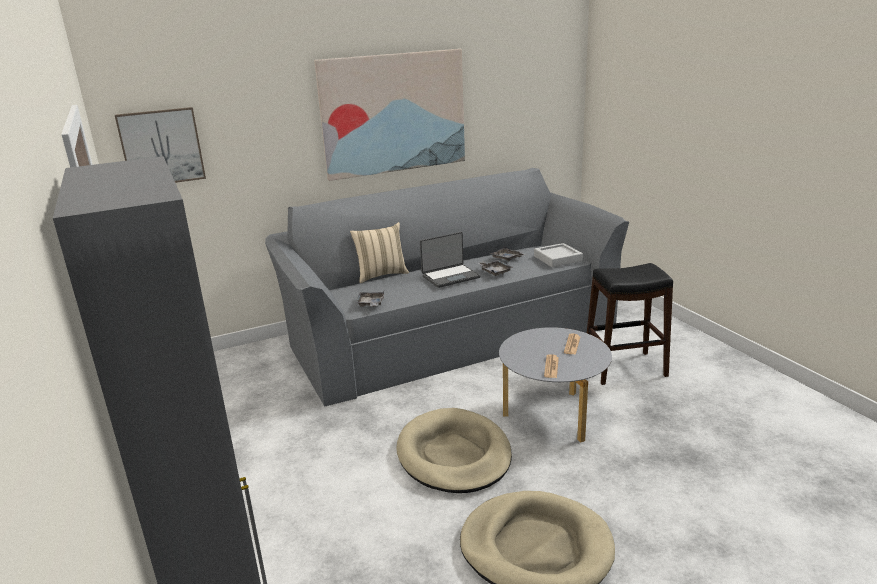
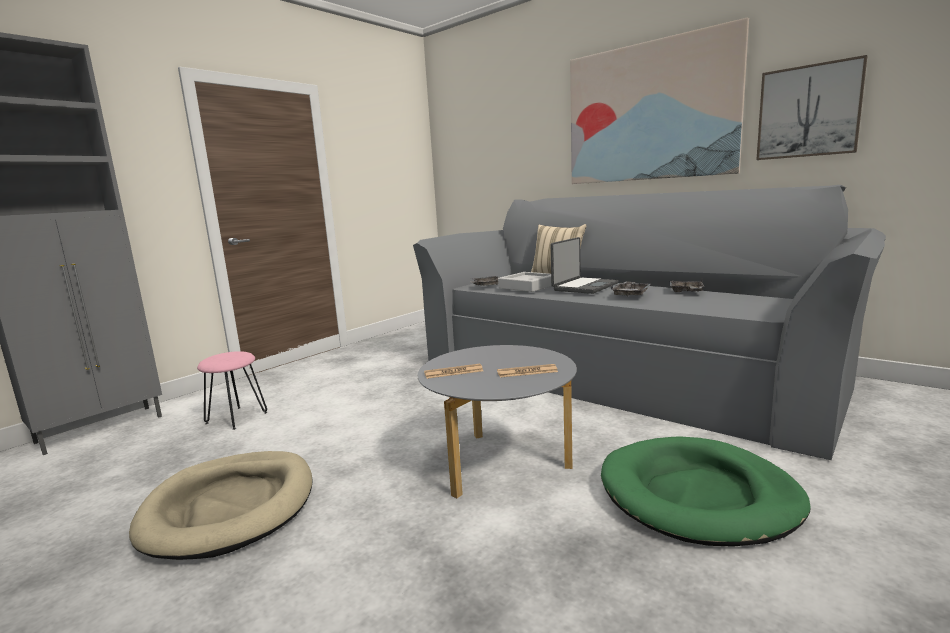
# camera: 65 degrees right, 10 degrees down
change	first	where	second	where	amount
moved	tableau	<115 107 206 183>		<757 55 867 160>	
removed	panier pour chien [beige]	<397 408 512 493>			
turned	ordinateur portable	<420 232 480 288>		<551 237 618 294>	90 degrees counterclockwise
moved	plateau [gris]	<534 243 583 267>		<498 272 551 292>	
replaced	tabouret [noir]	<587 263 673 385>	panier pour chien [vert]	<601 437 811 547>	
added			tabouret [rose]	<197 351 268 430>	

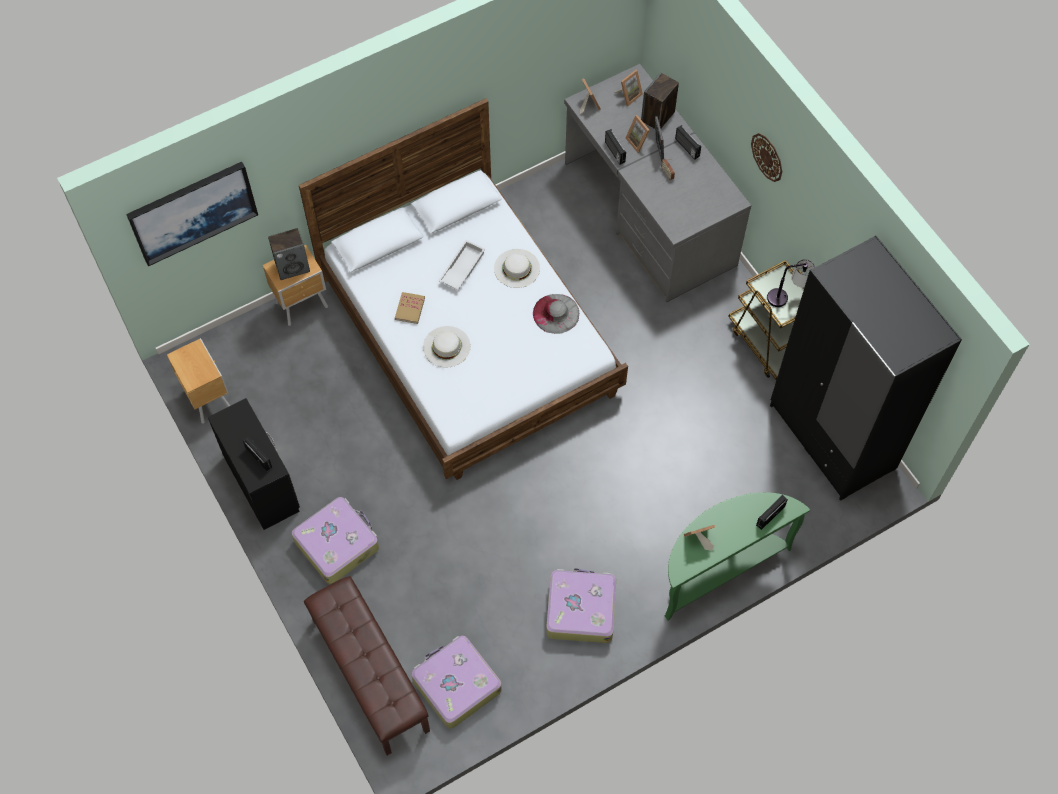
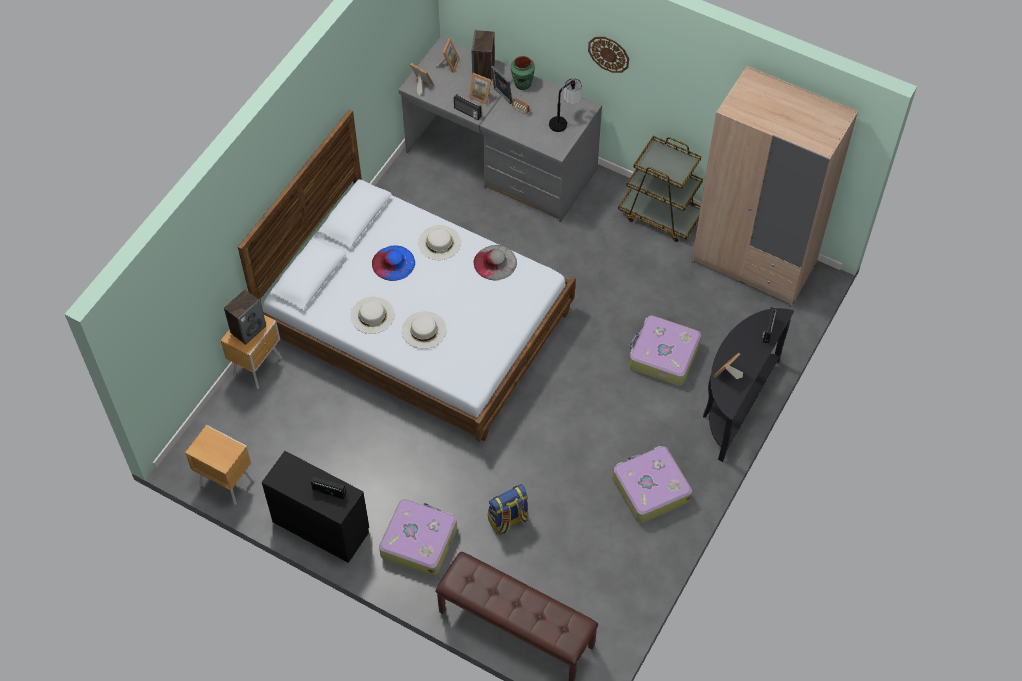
# camera: 30 degrees left, 5 degrees down
change	first	where	second	where	amount
removed	tableau	<126 162 258 266>			
replaced	livre	<395 292 425 324>	chapeau [blanc]	<350 297 395 334>	
moved	valise	<411 636 502 729>		<629 315 701 386>	
replaced	plateau [blanc]	<438 240 485 290>	chapeau [bleu]	<372 245 415 281>	
recoloured	table console [vert]	<665 492 810 620>	table console [noir]	<703 308 794 462>	
replaced	radio	<675 125 701 159>	vase [vert]	<511 56 535 90>	
moved	lampe de table	<767 259 815 307>		<549 78 583 132>	
recoloured	armoire [noir]	<770 235 962 501>	armoire [beige]	<692 66 858 307>	
added			sac à dos	<488 484 528 534>	

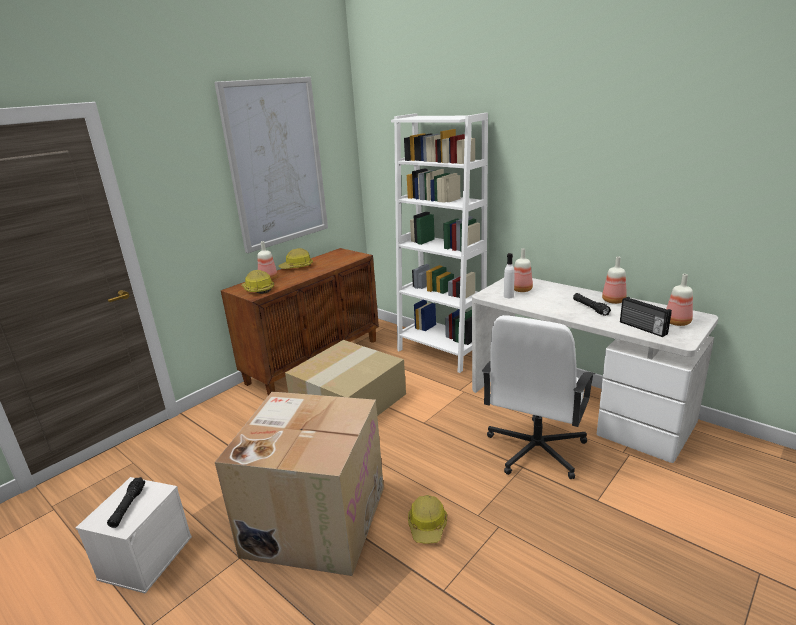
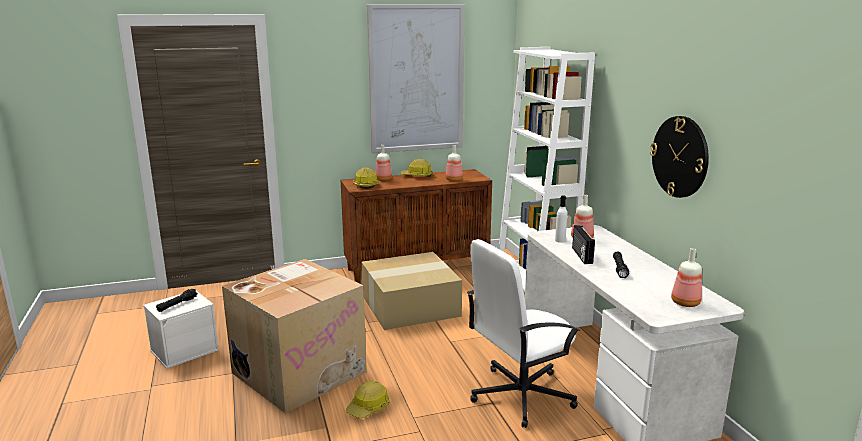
# camera: 30 degrees right, 5 degrees down
change	first	where	second	where	amount
moved	bouteille	<602 256 627 304>		<445 145 463 181>	
moved	radio	<620 297 672 337>		<572 225 595 264>	
added			horloge murale	<650 116 709 198>	

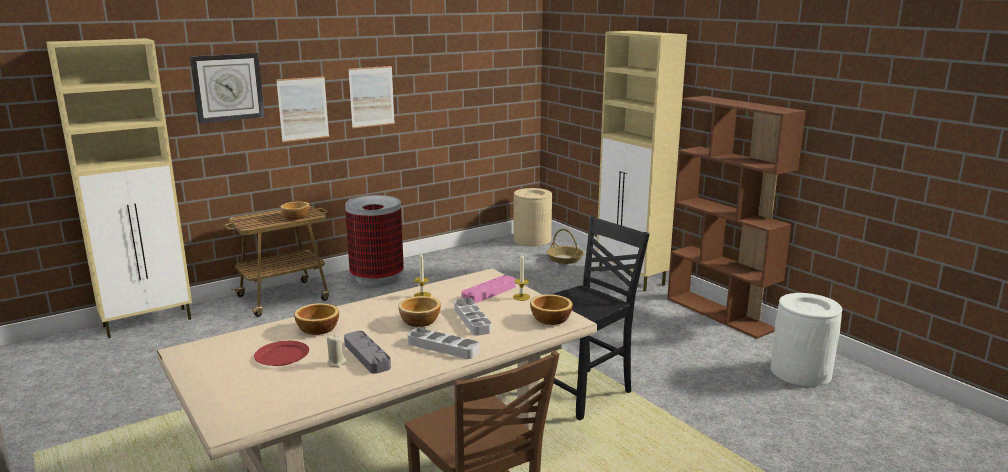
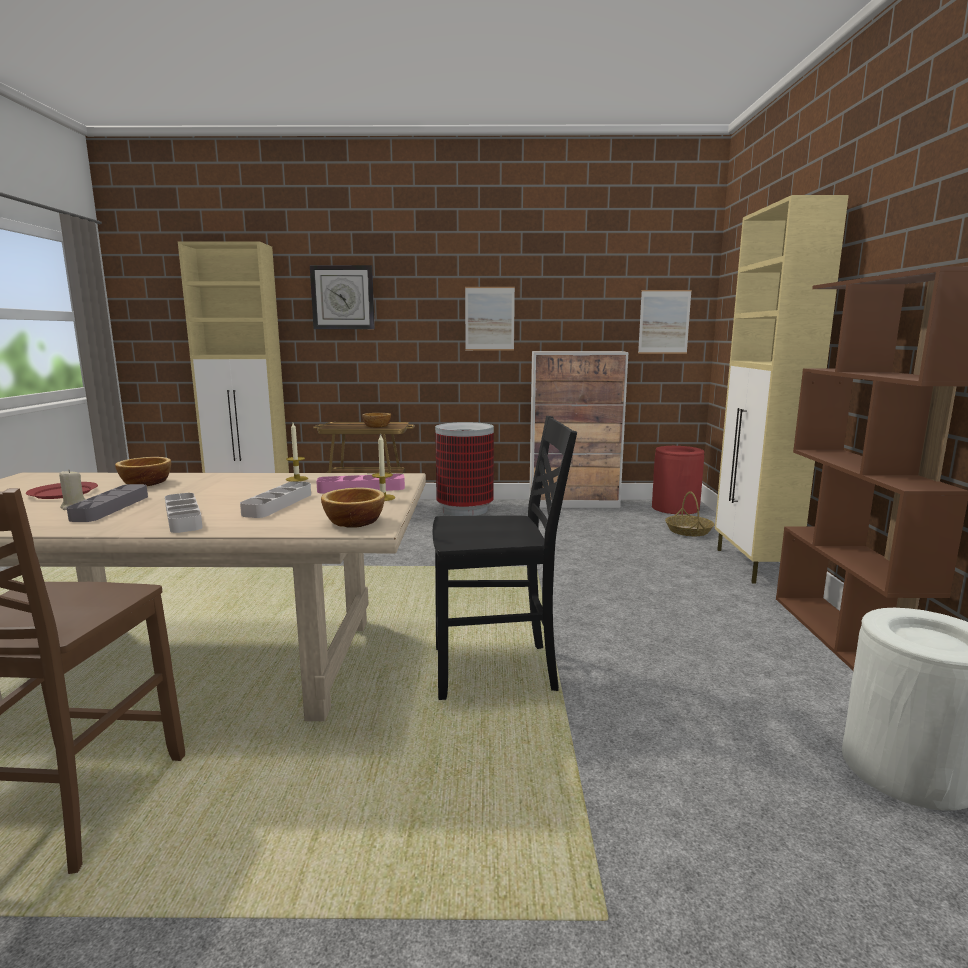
# camera: 35 degrees right, 5 degrees down
change	first	where	second	where	amount
moved	tableau	<276 76 329 142>		<638 290 692 354>	
removed	bol	<398 296 441 327>			
recoloured	poubelle [beige]	<513 188 552 246>	poubelle [rouge]	<652 446 704 515>	
added			meuble de rangement	<529 351 629 508>	

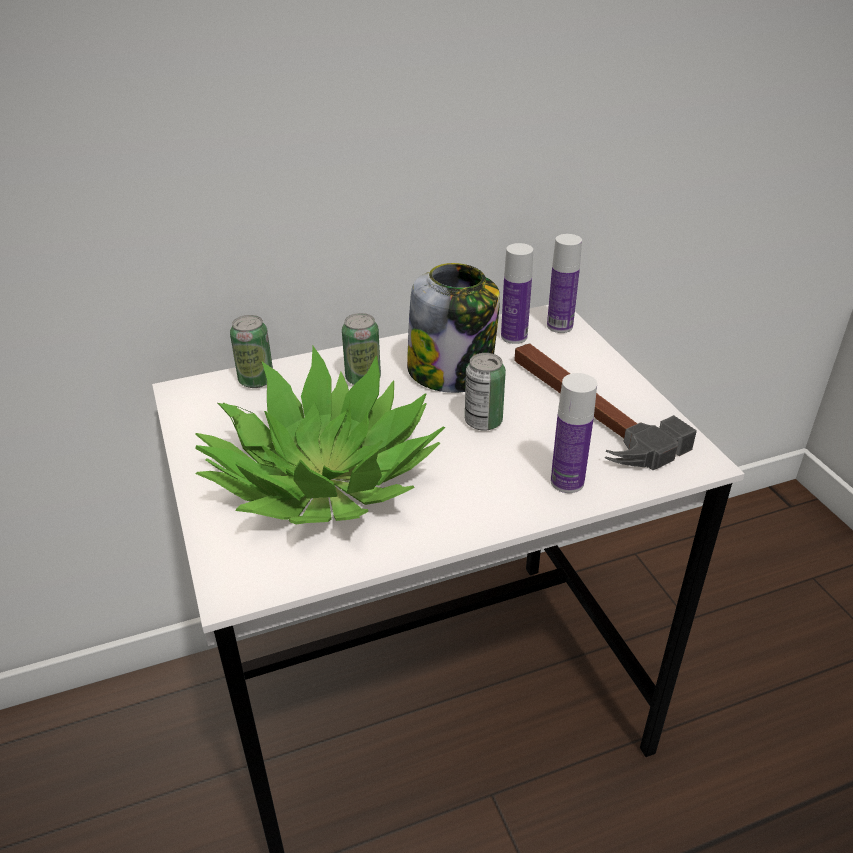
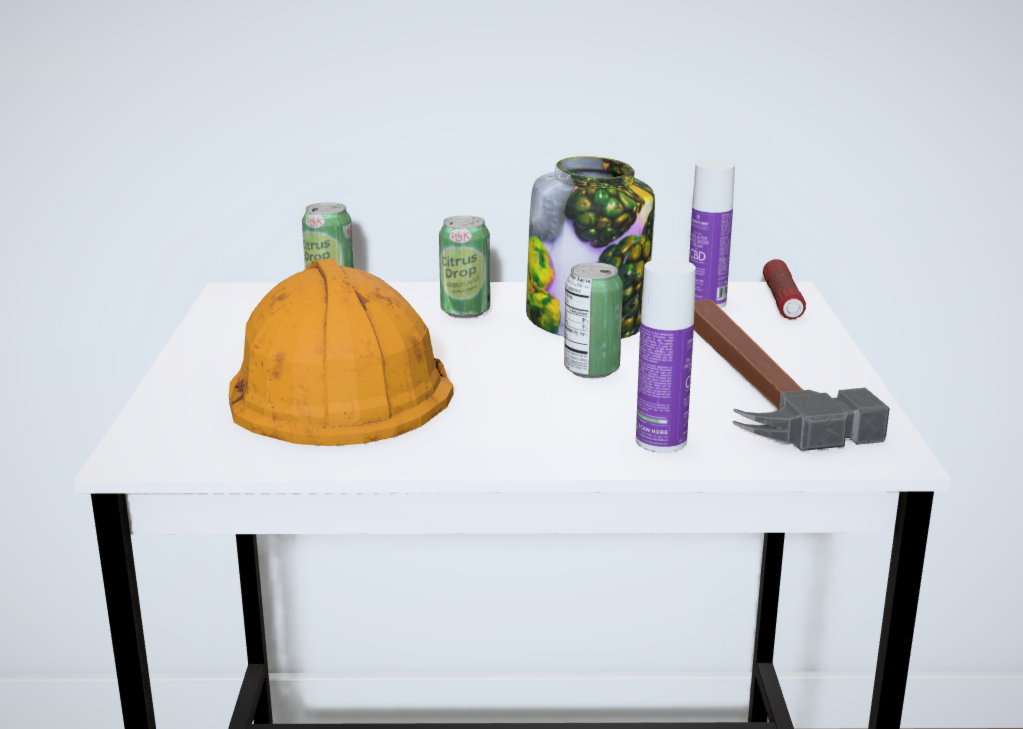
# camera: 20 degrees right, 15 degrees down
change	first	where	second	where	amount
replaced	plante en pot	<195 346 445 524>	casque de chantier [orange]	<229 259 454 446>	
replaced	bouteille	<547 234 582 333>	lampe de poche	<763 259 806 319>	

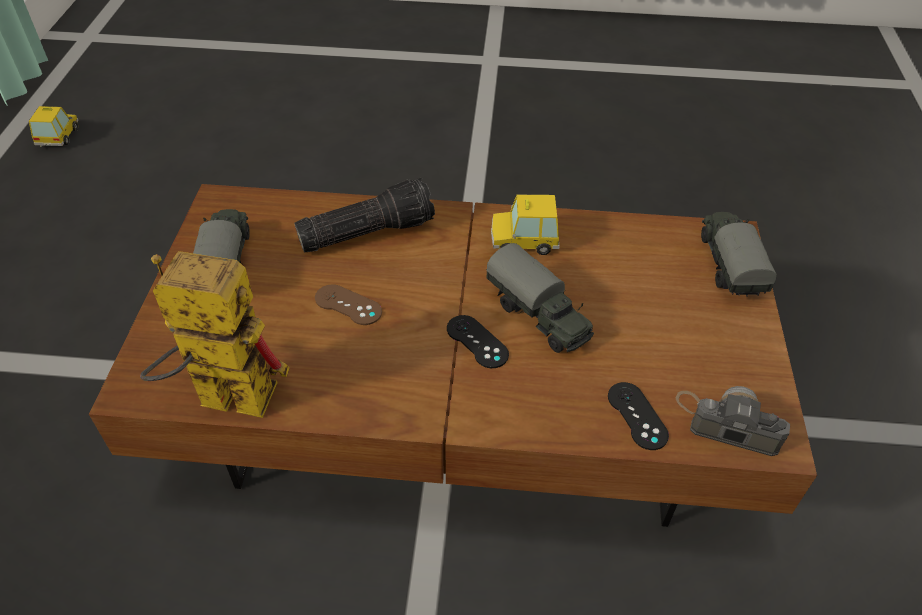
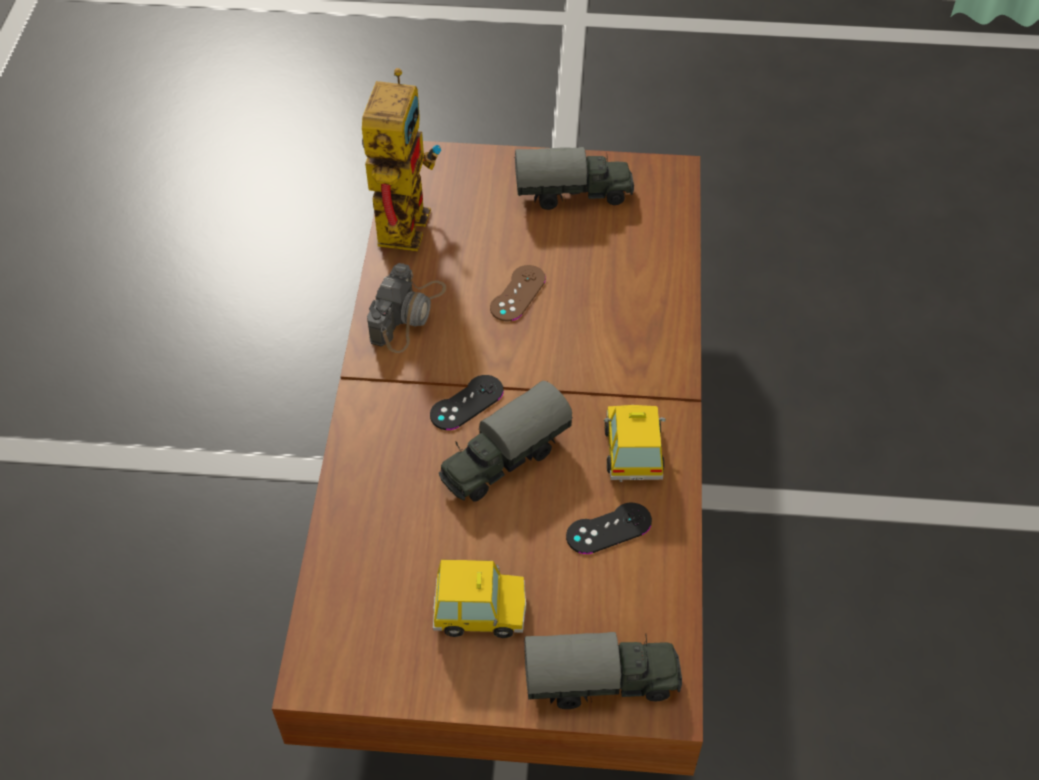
# camera: 90 degrees right, 5 degrees up
change	first	where	second	where	amount
moved	petite voiture	<29 106 78 147>		<433 560 526 638>	
removed	lampe de poche	<294 178 435 253>			
moved	manette [noir]	<608 382 669 450>		<566 503 652 554>	
moved	appareil photo	<676 386 790 456>		<367 263 446 353>	

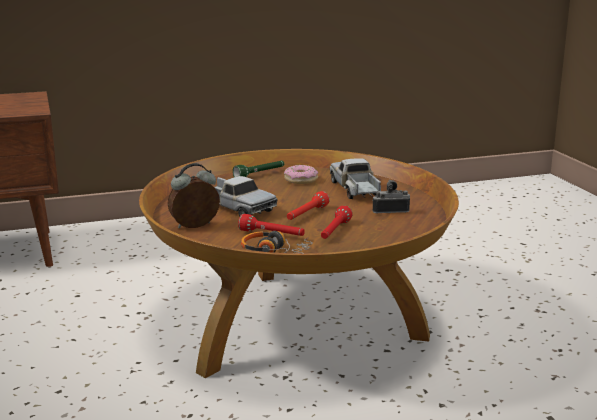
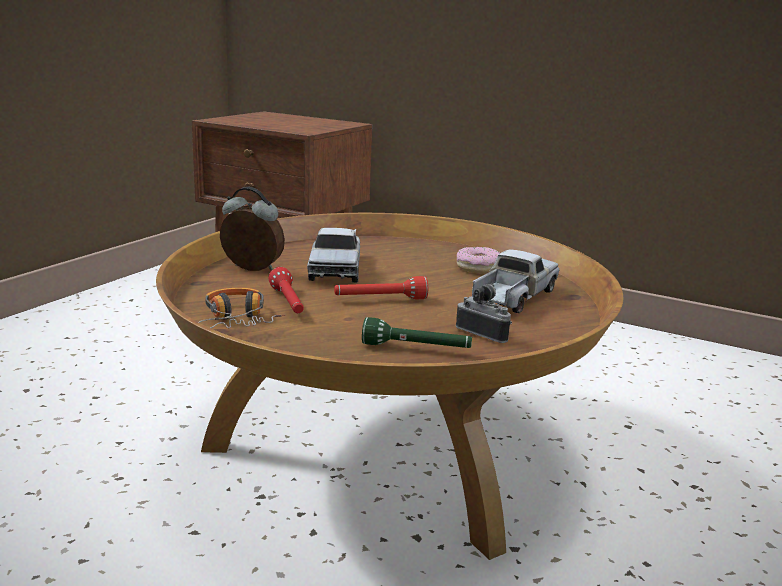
# camera: 45 degrees right, 0 degrees up
change	first	where	second	where	amount
moved	lampe de poche [vert]	<233 161 284 177>		<362 317 472 348>	
removed	lampe de poche [rouge]	<321 205 353 239>			

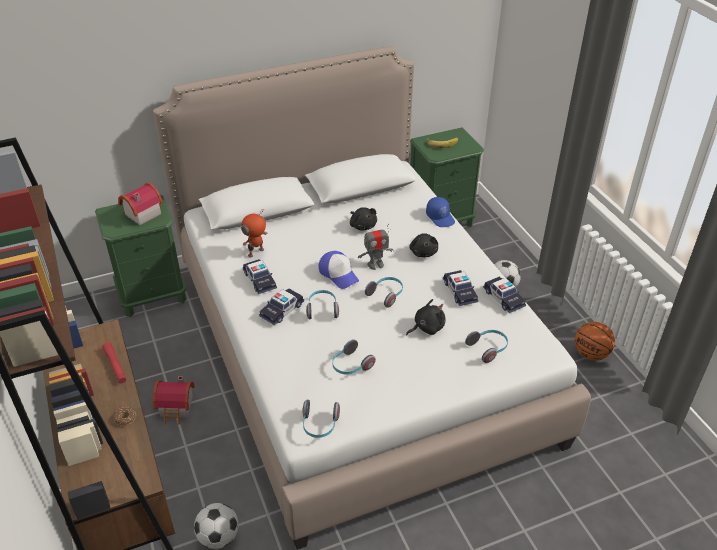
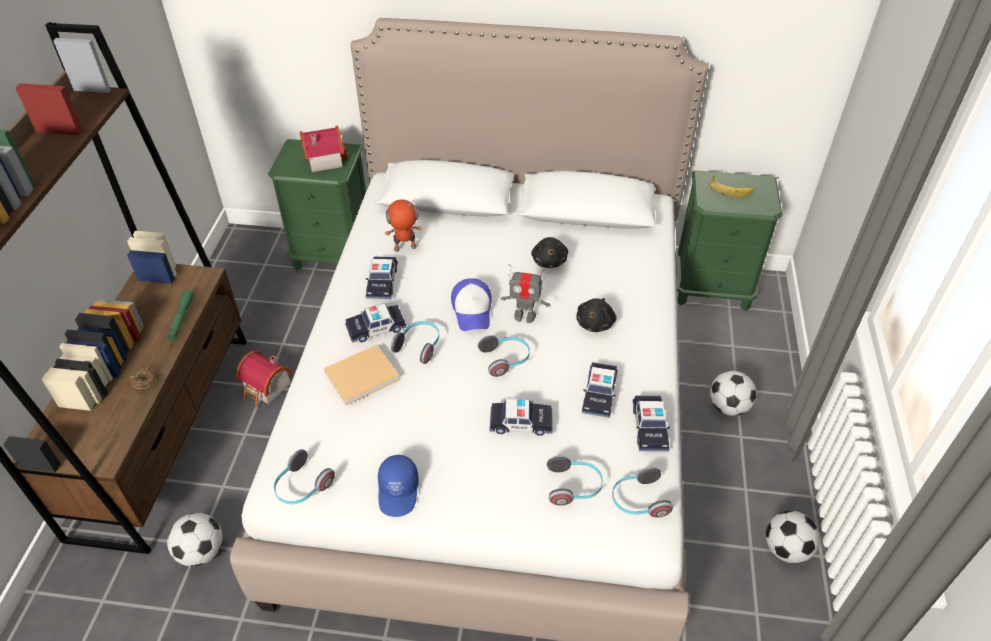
# camera: 30 degrees right, 5 degrees up
change	first	where	second	where	amount
recoloured	lampe de poche [rouge]	<102 342 126 383>	lampe de poche [vert]	<167 289 194 341>	
moved	casque audio	<332 339 376 375>		<612 467 673 518>	
replaced	peluche [noir]	<406 299 446 335>	petite voiture	<490 399 552 436>	
moved	casquette [bleu]	<426 197 455 227>		<378 455 419 517>	
replaced	ballon de basket	<575 322 615 361>	ballon de foot	<766 511 820 563>	
added			livre [beige]	<324 345 400 405>	

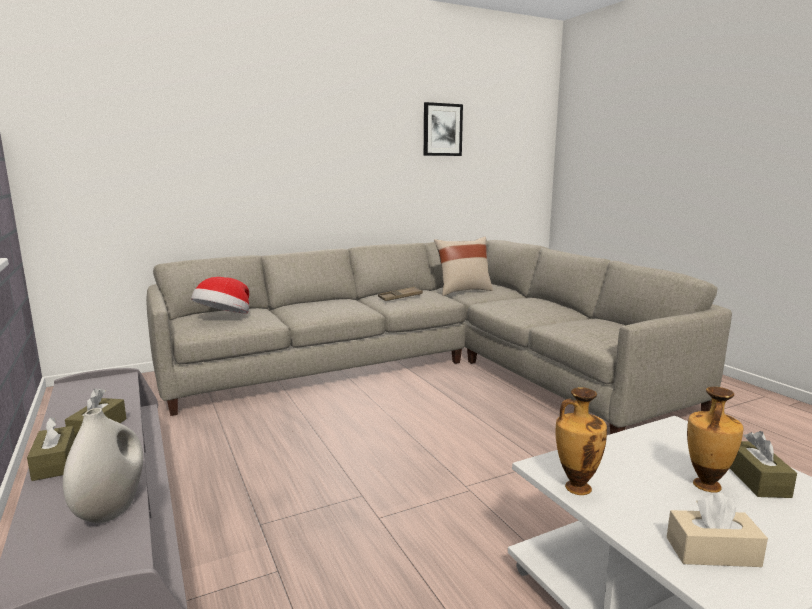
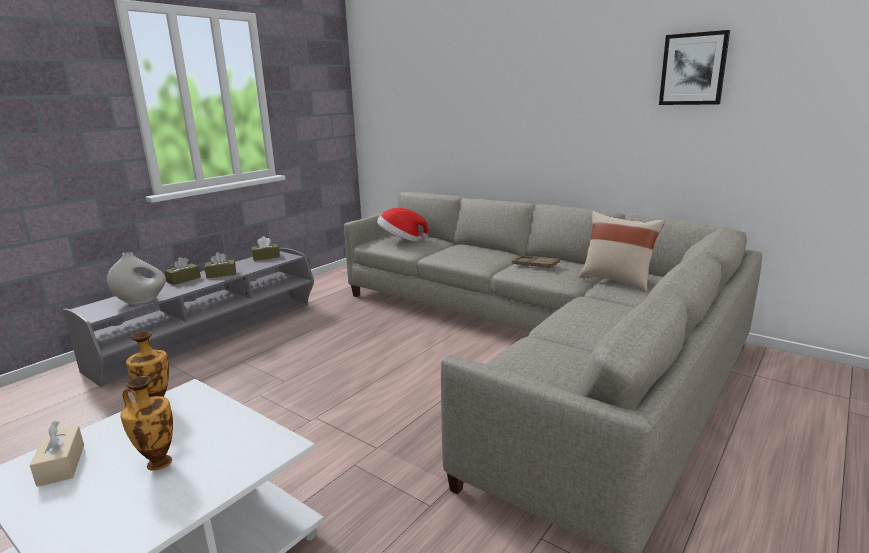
# camera: 65 degrees right, 5 degrees up
change	first	where	second	where	amount
moved	boîte à mouchoirs [marron]	<730 431 797 498>		<251 236 280 261>	

